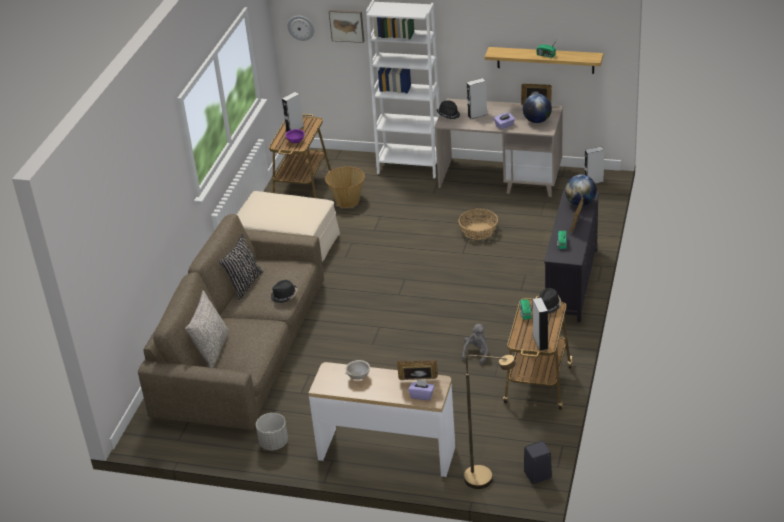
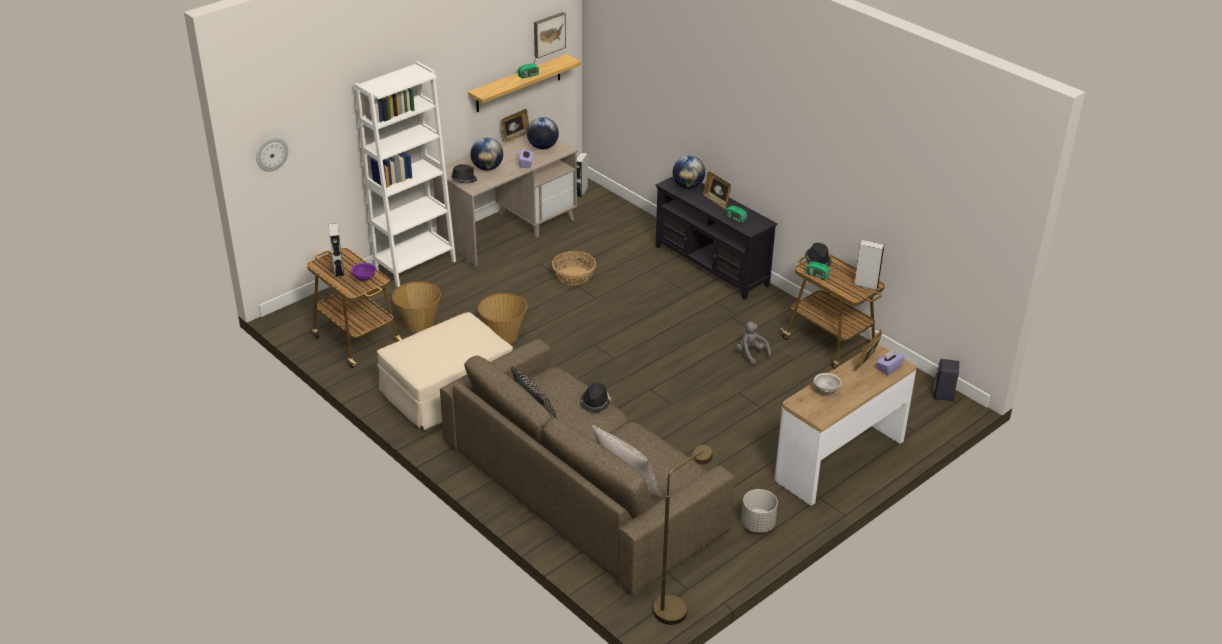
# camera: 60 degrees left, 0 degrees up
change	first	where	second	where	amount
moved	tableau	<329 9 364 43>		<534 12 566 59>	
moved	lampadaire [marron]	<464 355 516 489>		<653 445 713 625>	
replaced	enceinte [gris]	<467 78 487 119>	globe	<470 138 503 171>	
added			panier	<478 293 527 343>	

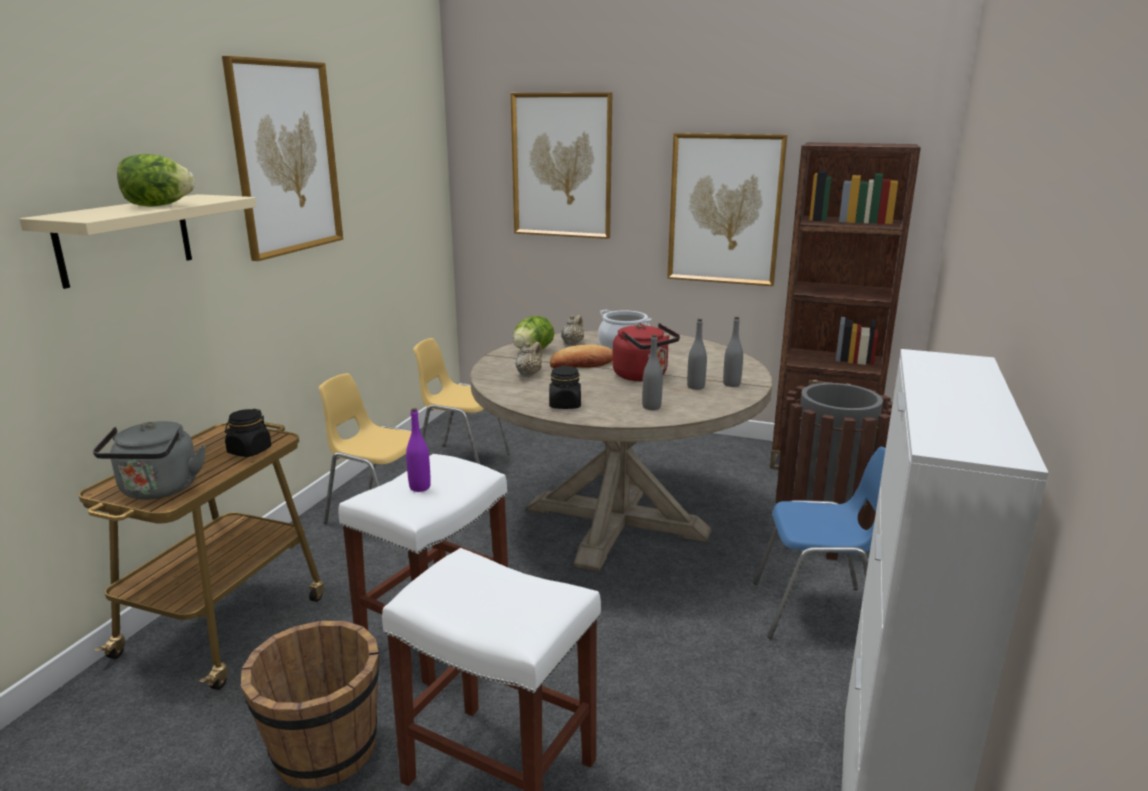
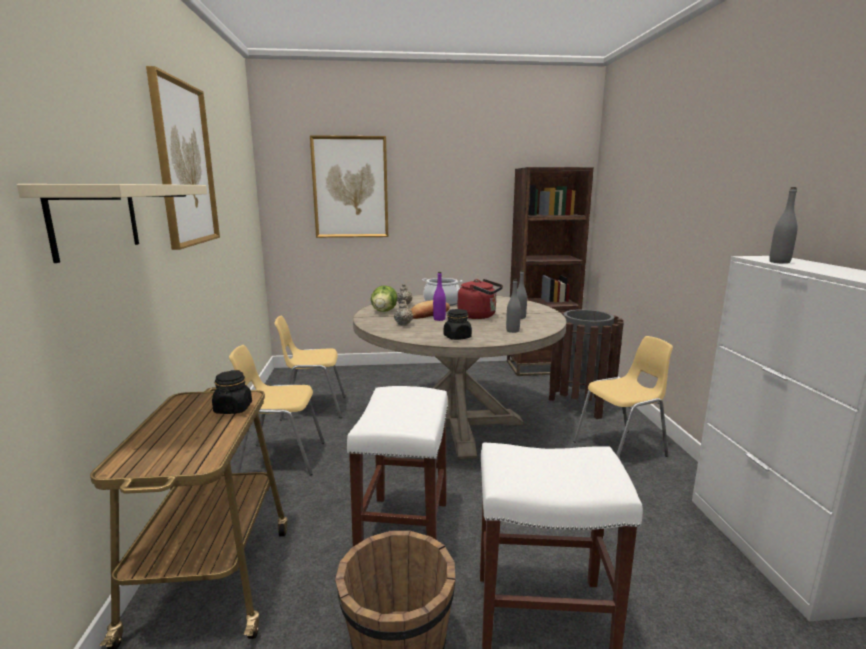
# camera: 25 degrees left, 5 degrees down
change	first	where	second	where	amount
removed	bouilloire [gris]	<93 421 206 500>			
removed	laitue	<117 154 195 207>			
moved	bouteille [violet]	<406 408 431 492>		<433 272 446 321>	
removed	tableau	<667 133 787 286>			
moved	bouteille [gris]	<723 317 743 387>		<769 187 798 264>	
recoloured	chaise [bleu]	<753 446 886 639>	chaise [jaune]	<573 336 673 458>	

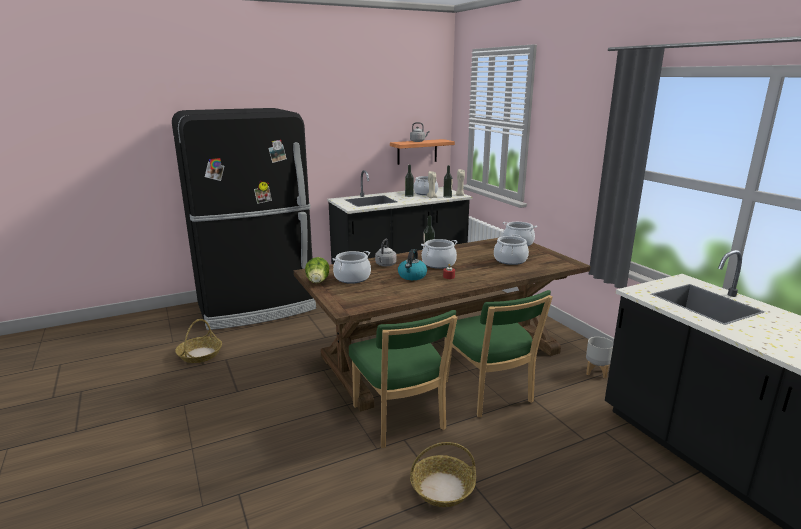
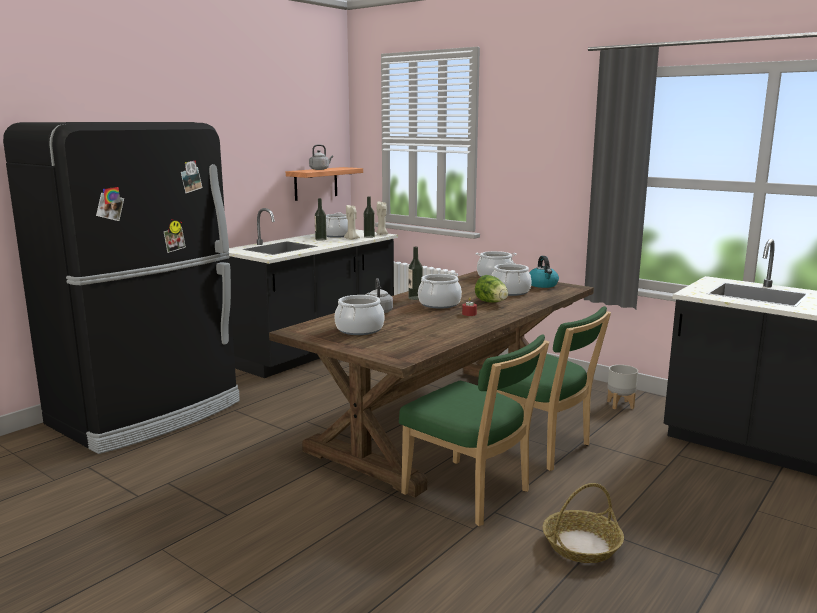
# camera: 25 degrees left, 5 degrees down
change	first	where	second	where	amount
removed	panier	<175 319 222 363>			
moved	laitue	<305 257 329 283>		<475 275 508 302>	
moved	bouilloire	<398 249 427 280>		<529 256 559 288>	

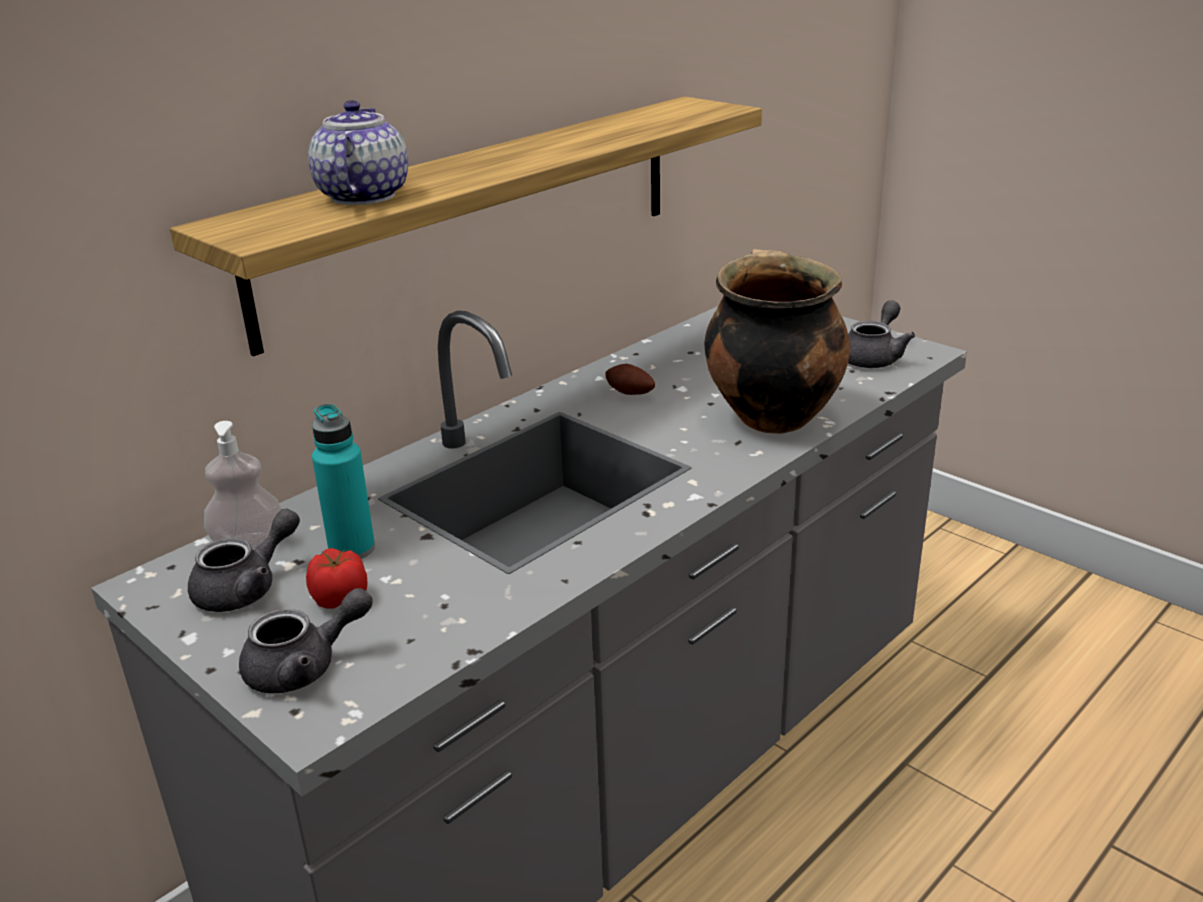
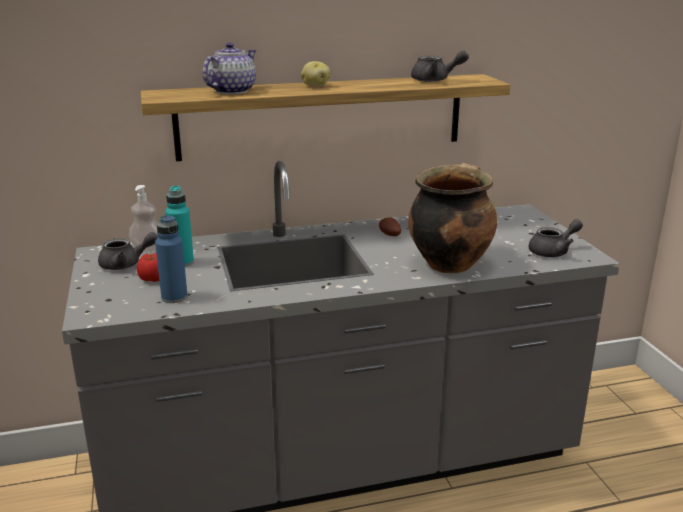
# camera: 30 degrees right, 5 degrees down
change	first	where	second	where	amount
moved	théière [gris]	<239 588 373 693>		<411 51 469 82>	
added			bouteille [bleu]	<155 215 188 303>	
added			pomme de terre	<301 61 330 87>	

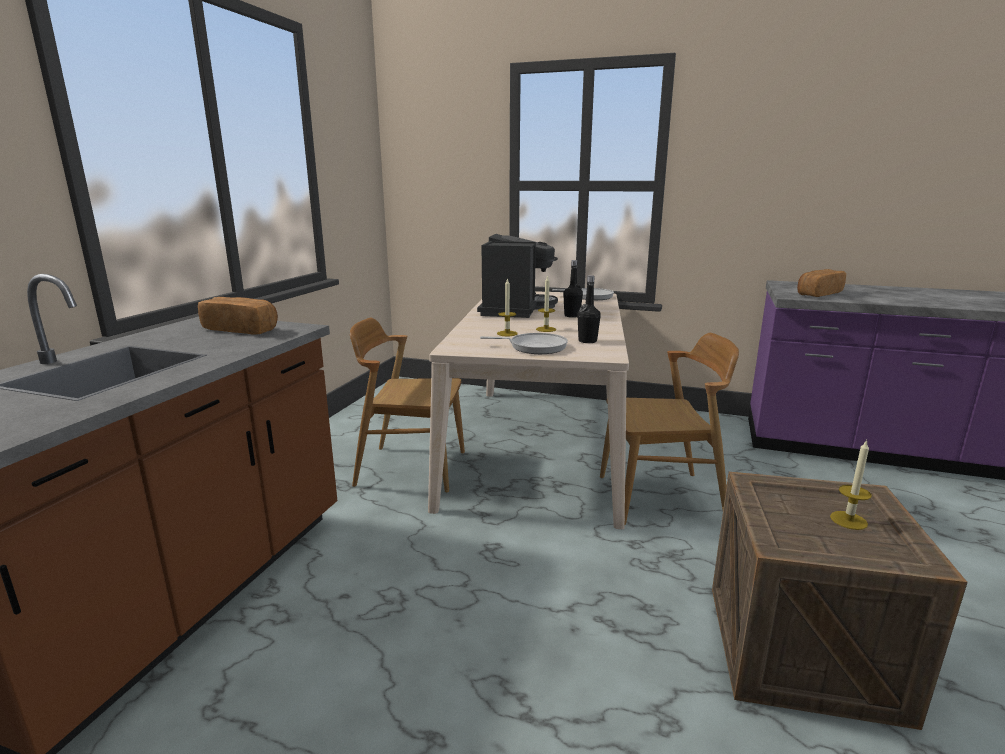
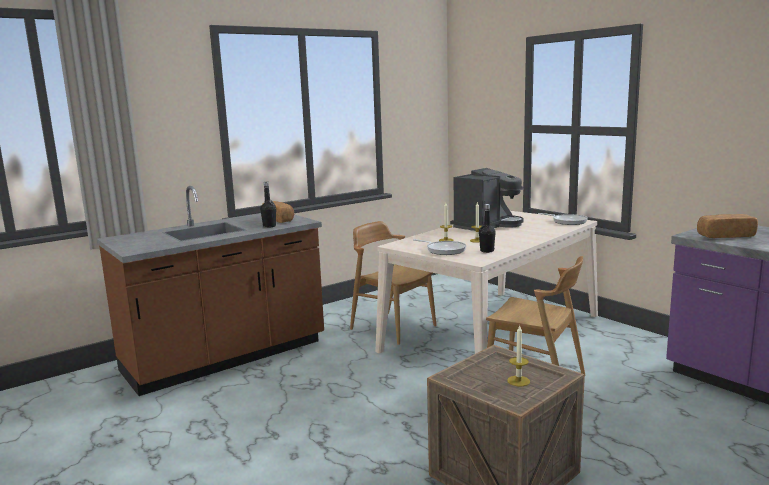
# camera: 35 degrees right, 5 degrees down
change	first	where	second	where	amount
moved	bouteille [noir]	<563 260 583 318>		<260 182 276 228>	

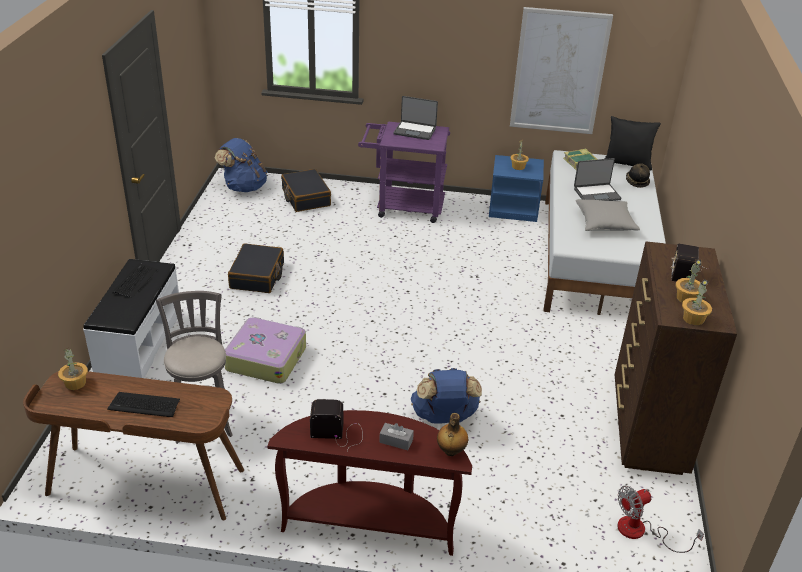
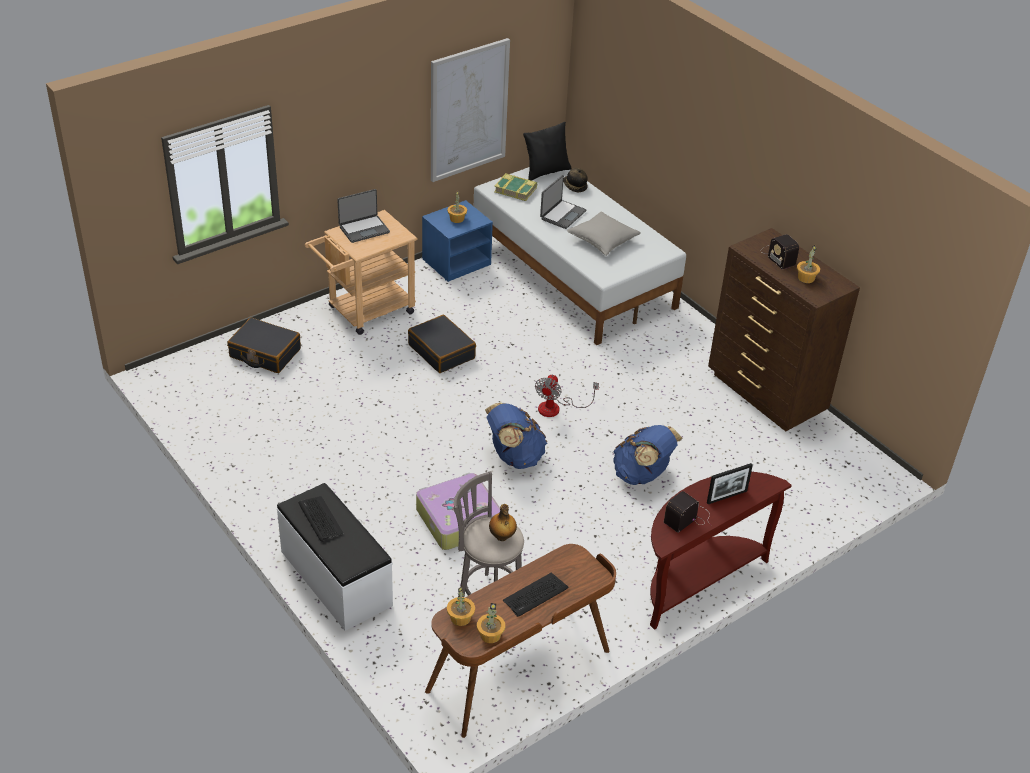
# camera: 45 degrees left, 5 degrees up
change	first	where	second	where	amount
moved	sac à dos [bleu]	<215 138 267 192>		<485 402 547 469>	
moved	valise [noir]	<228 243 284 293>		<408 315 476 373>	
recoloured	chariot [violet]	<358 122 450 223>	chariot [beige]	<305 210 418 335>	
replaced	boîte à mouchoirs [gris]	<379 423 414 450>	cadre photo	<707 463 753 504>	
moved	bouteille	<437 413 468 456>		<489 504 517 541>	
moved	ventilateur	<617 486 704 553>		<535 375 599 417>	
moved	plante en pot	<682 279 712 325>		<477 603 505 643>	

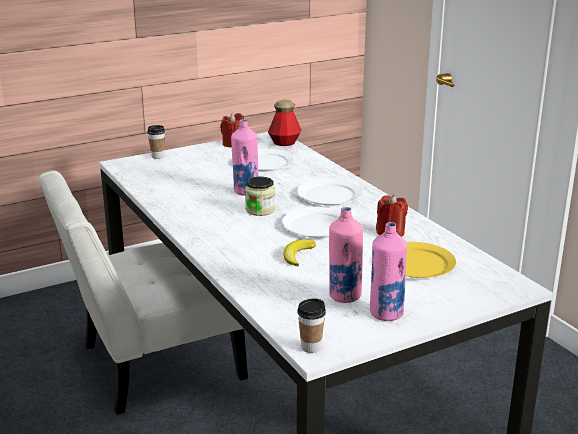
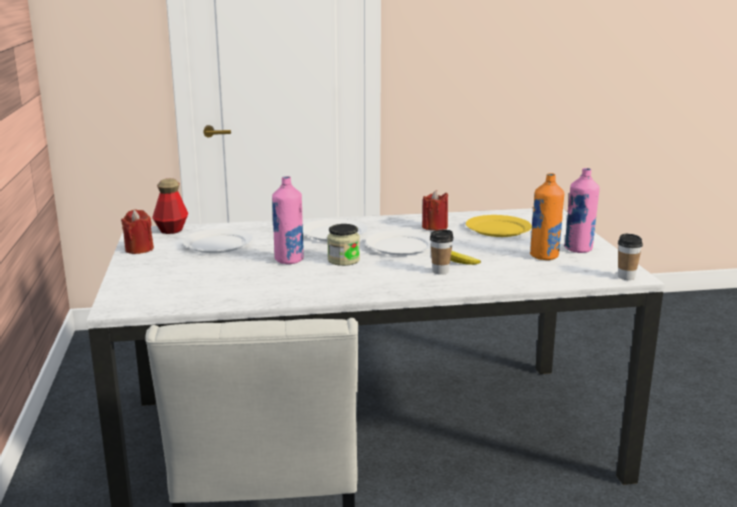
# camera: 70 degrees left, 5 degrees down
change	first	where	second	where	amount
moved	tasse	<147 125 165 159>		<430 230 453 275>	
recoloured	bouteille [rose]	<329 207 363 303>	bouteille [orange]	<530 173 564 260>	

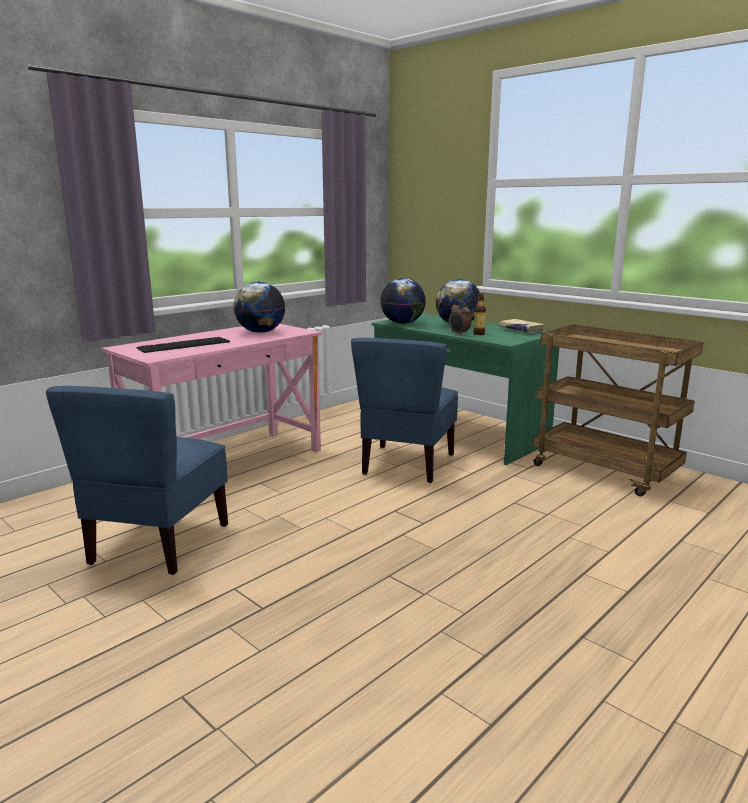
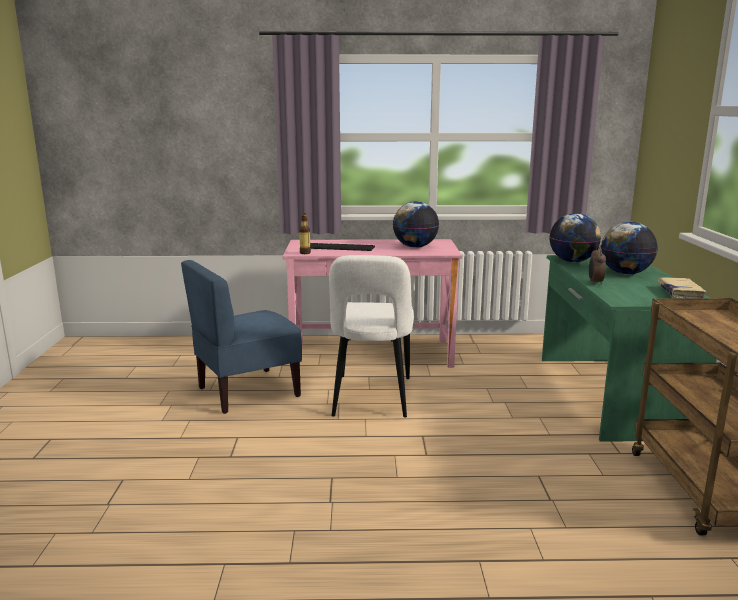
# camera: 45 degrees right, 0 degrees up
change	first	where	second	where	amount
removed	chaise [bleu]	<351 338 458 483>			
moved	bouteille	<473 293 486 335>		<299 213 311 254>	
added			chaise [blanc]	<329 255 414 417>	

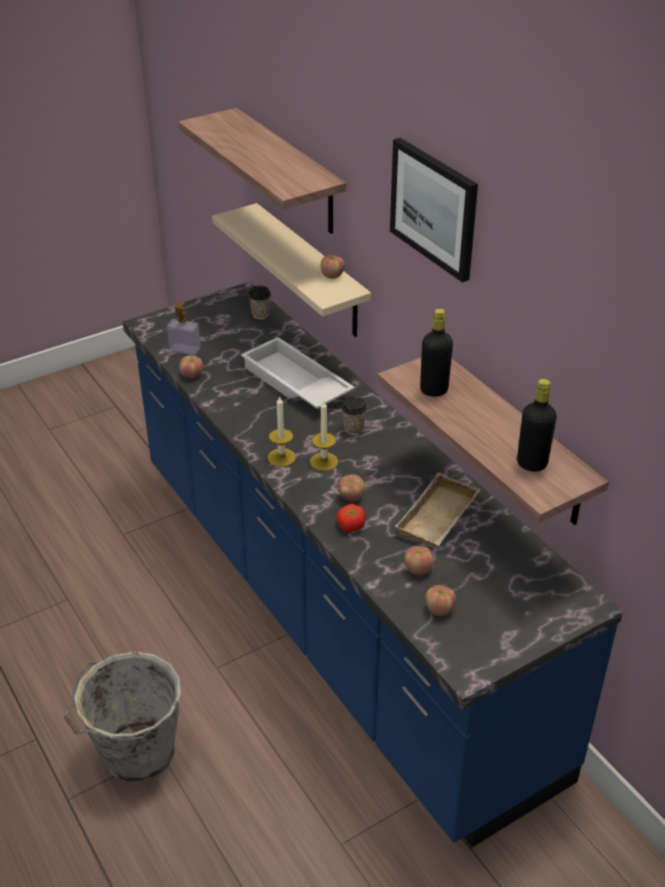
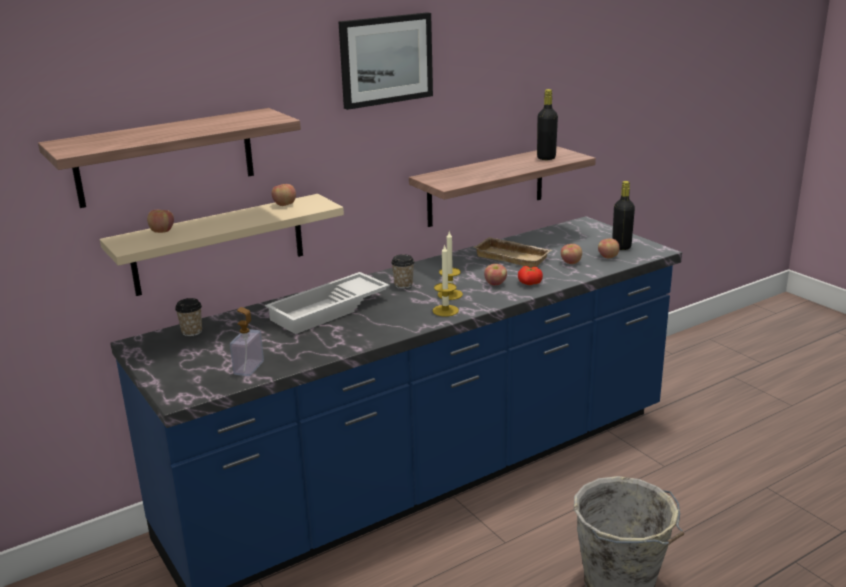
# camera: 90 degrees left, 15 degrees down
change	first	where	second	where	amount
moved	pomme	<179 355 203 378>		<147 210 174 233>	
moved	bouteille [noir]	<420 309 453 397>		<612 181 635 250>	

